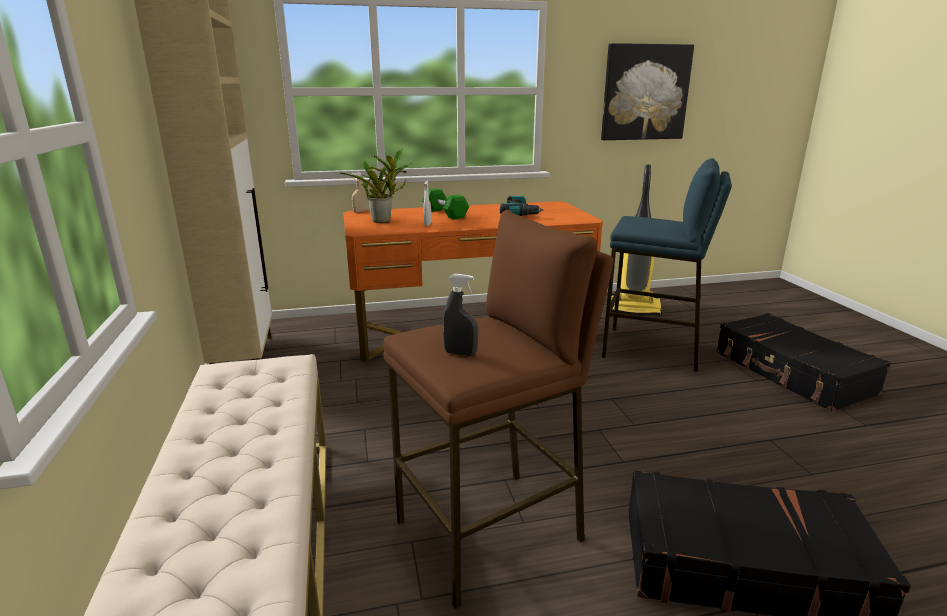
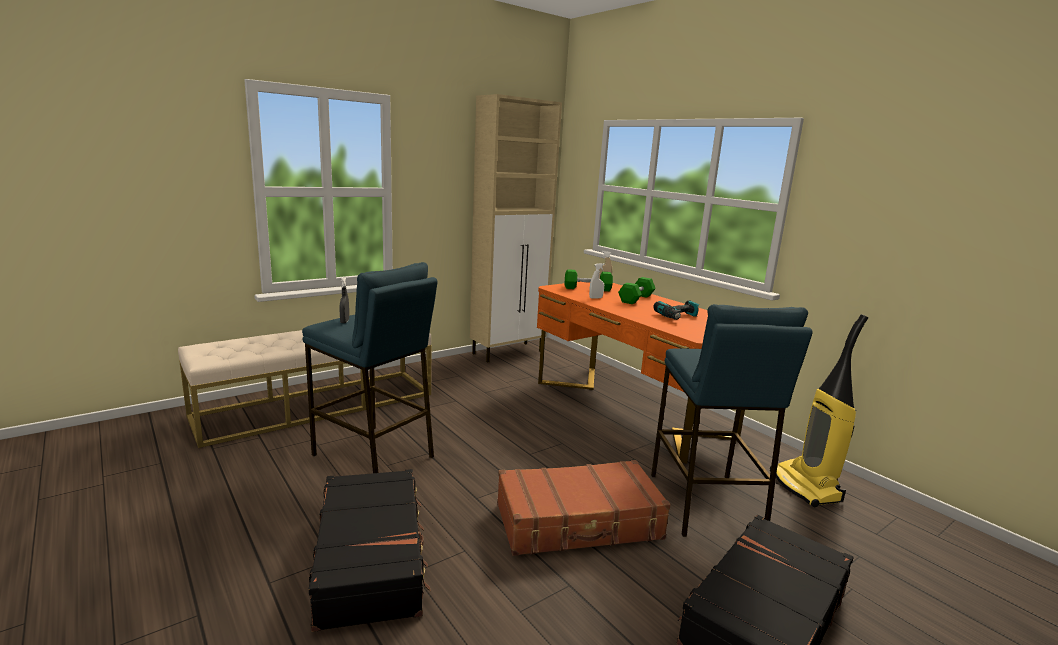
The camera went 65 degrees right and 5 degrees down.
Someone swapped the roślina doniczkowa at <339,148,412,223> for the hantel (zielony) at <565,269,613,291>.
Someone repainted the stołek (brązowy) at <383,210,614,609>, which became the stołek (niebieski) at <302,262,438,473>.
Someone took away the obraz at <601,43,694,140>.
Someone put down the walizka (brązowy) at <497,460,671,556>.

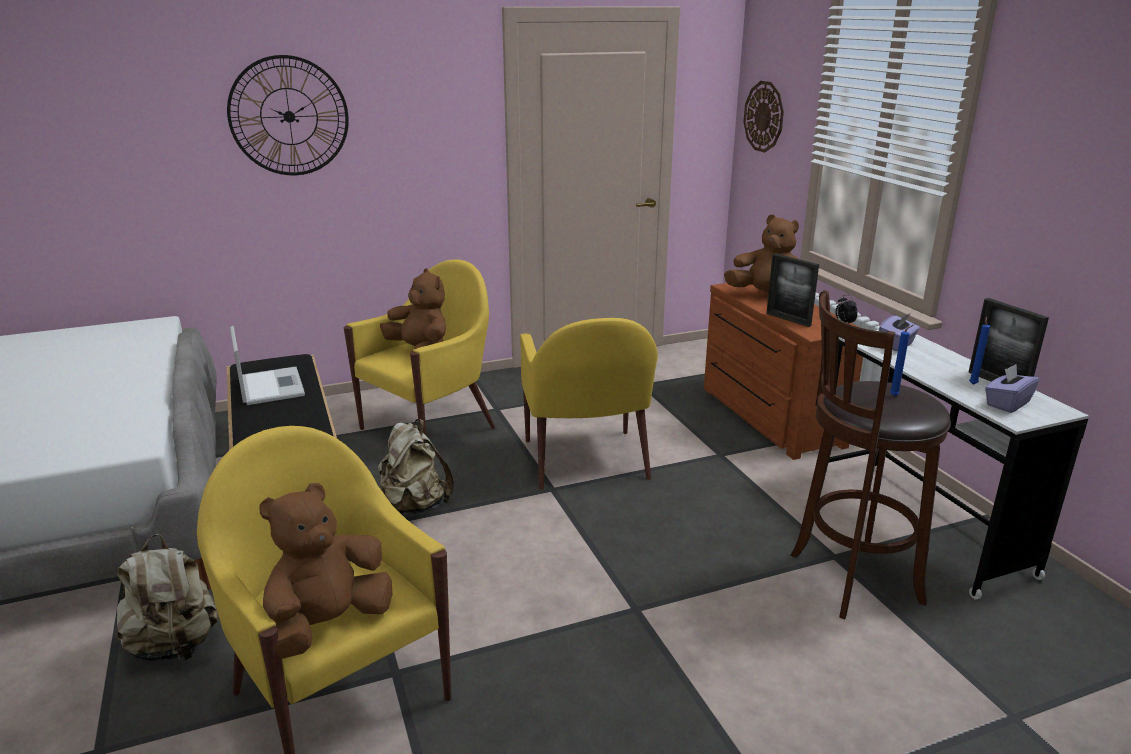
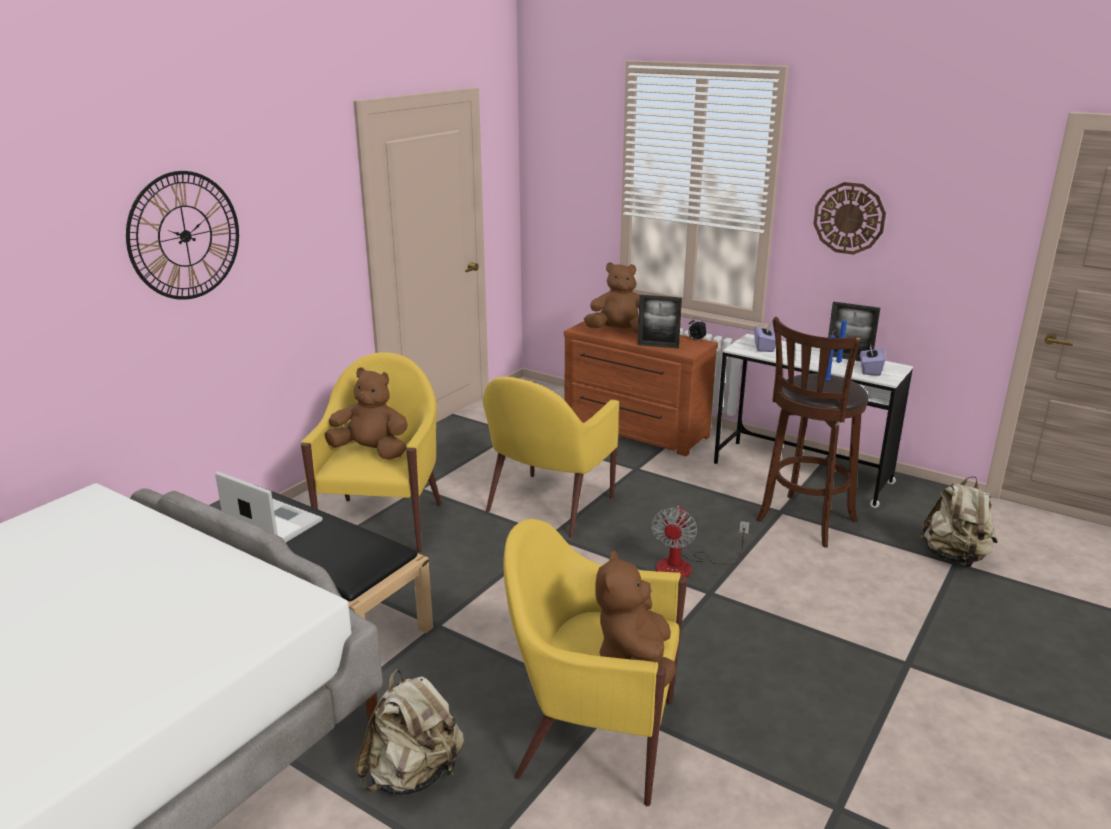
The camera went 35 degrees left and 0 degrees up.
Someone carried the plecak (beżowy) from <378,419,454,515> to <918,476,997,567>.
Someone rotated the fotel (żółty) at <520,318,658,490> by 75 degrees clockwise.
Someone carried the zegar ścienny from <743,81,784,153> to <813,182,886,255>.
Someone put down the wentylator at <651,506,750,577>.

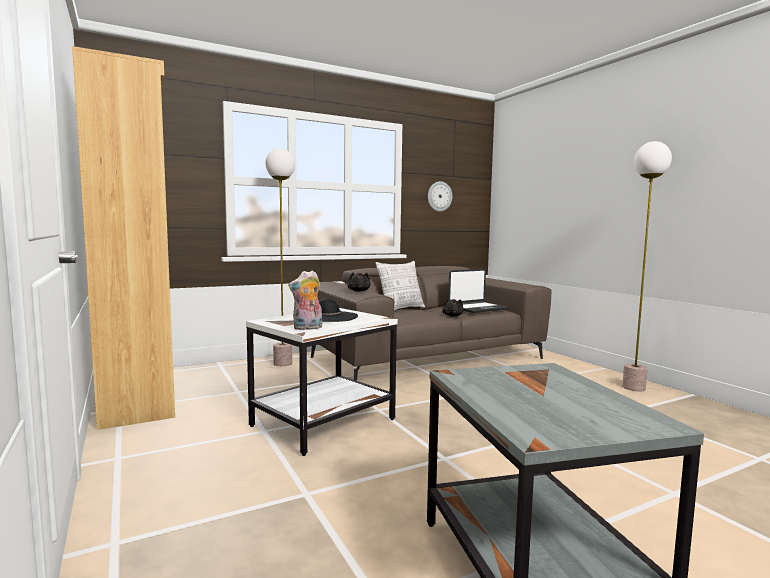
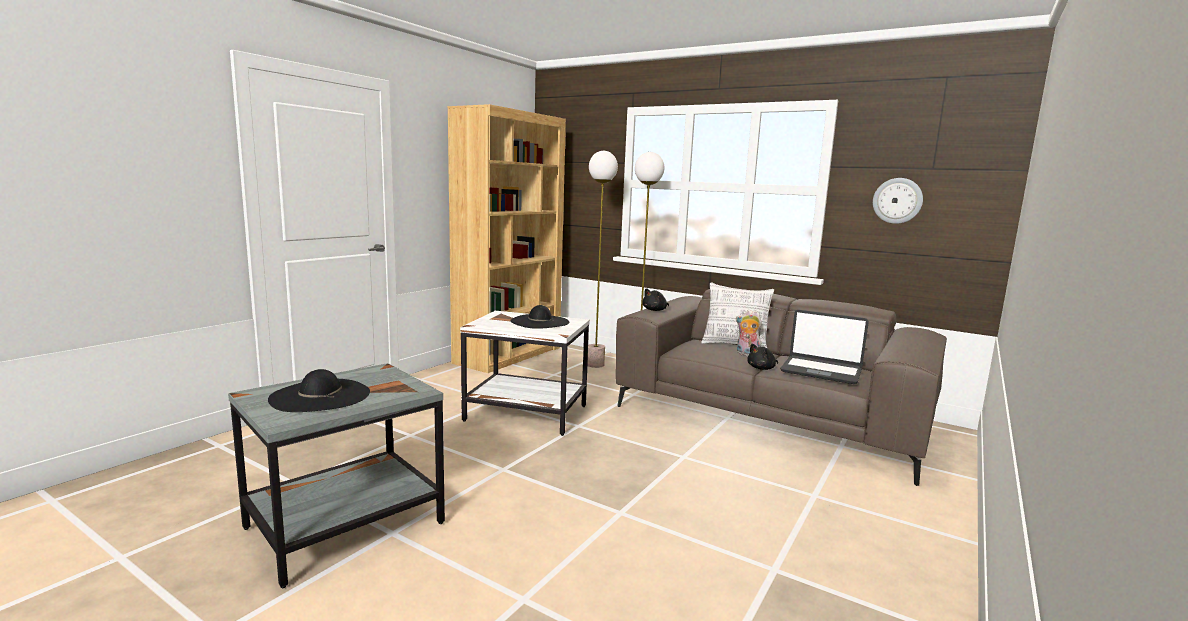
The camera went 60 degrees right and 5 degrees up.
Someone carried the pluszak from <288,270,322,330> to <736,310,762,356>.
Someone carried the lampa stojąca from <622,141,672,391> to <587,151,618,368>.
Someone put down the kapelusz (czarny) at <268,369,370,412>.

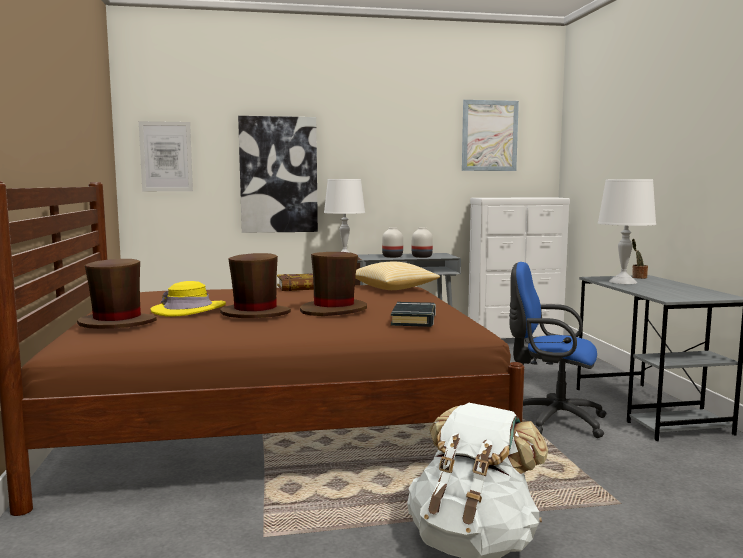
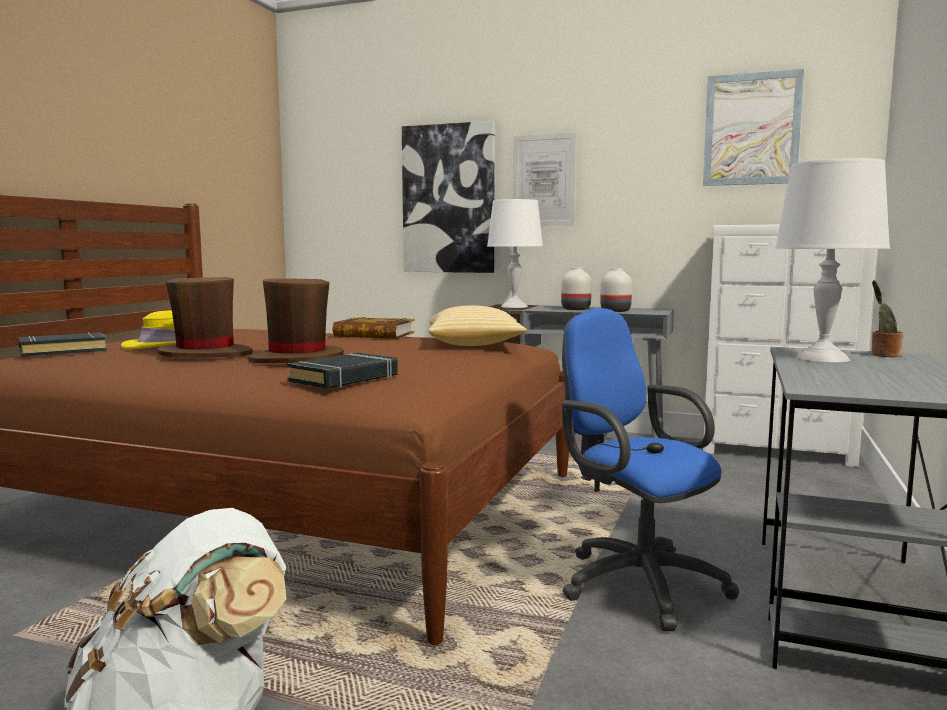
The camera went 30 degrees right and 0 degrees up.
Someone swapped the kapelusz (brązowy) at <77,259,157,329> for the książka (czarny) at <18,333,108,357>.
Someone carried the obraz from <139,121,193,191> to <513,133,576,225>.

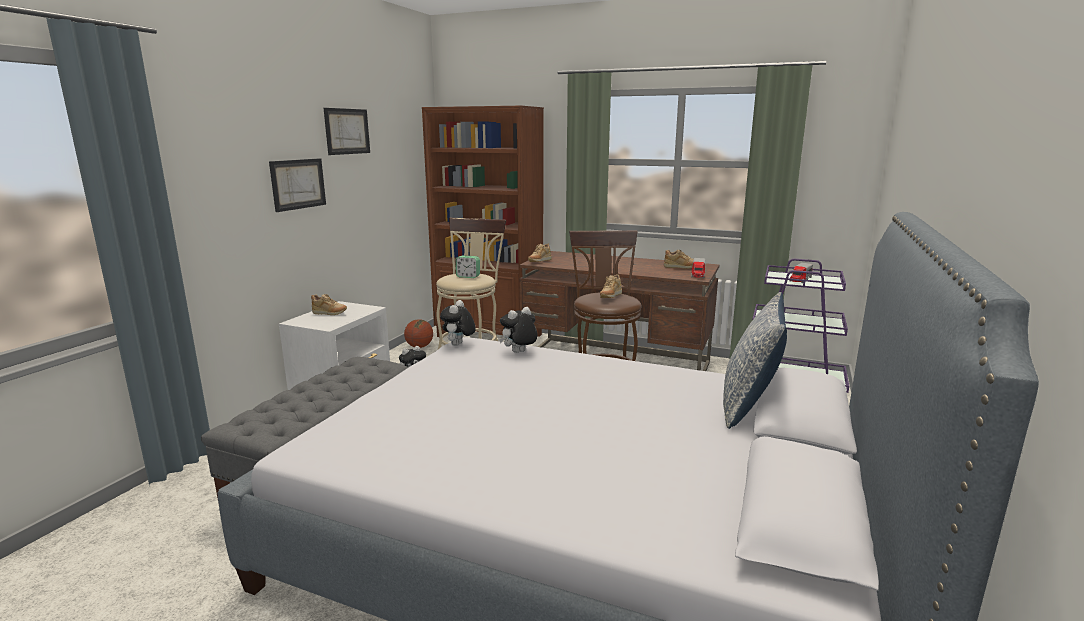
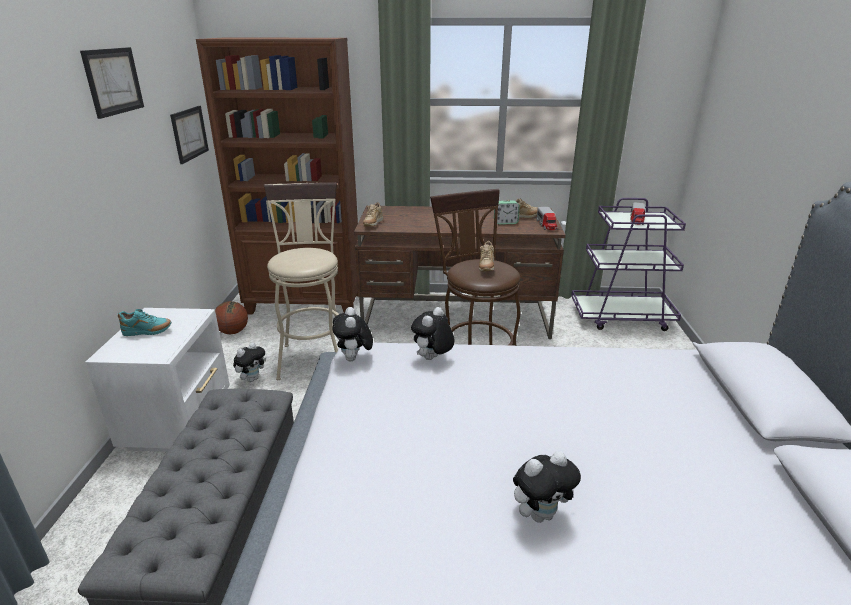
The camera went 20 degrees left and 10 degrees up.
Someone carried the obraz from <269,158,326,212> to <170,106,209,164>.
Someone repainted the but (beżowy) at <311,294,347,315>, which became the but (turkusowy) at <118,309,171,336>.
Someone carried the budzik from <455,255,480,278> to <494,201,520,225>.
Someone took away the poduszka at <723,292,787,429>.
Someone put down the pluszak at <513,451,581,523>.

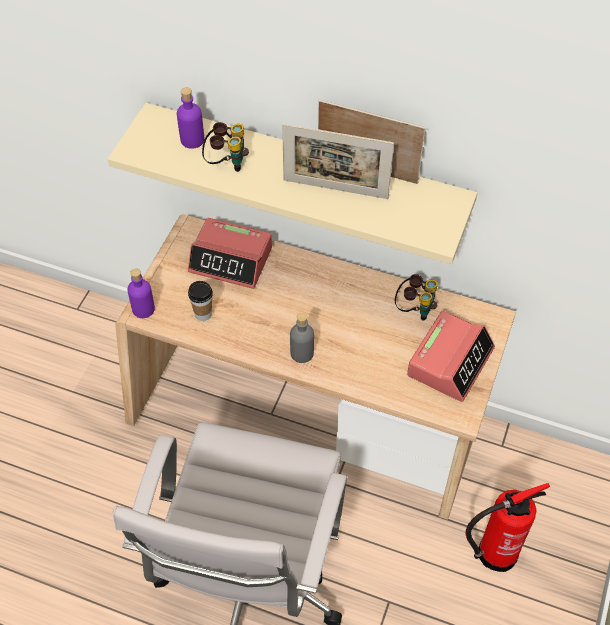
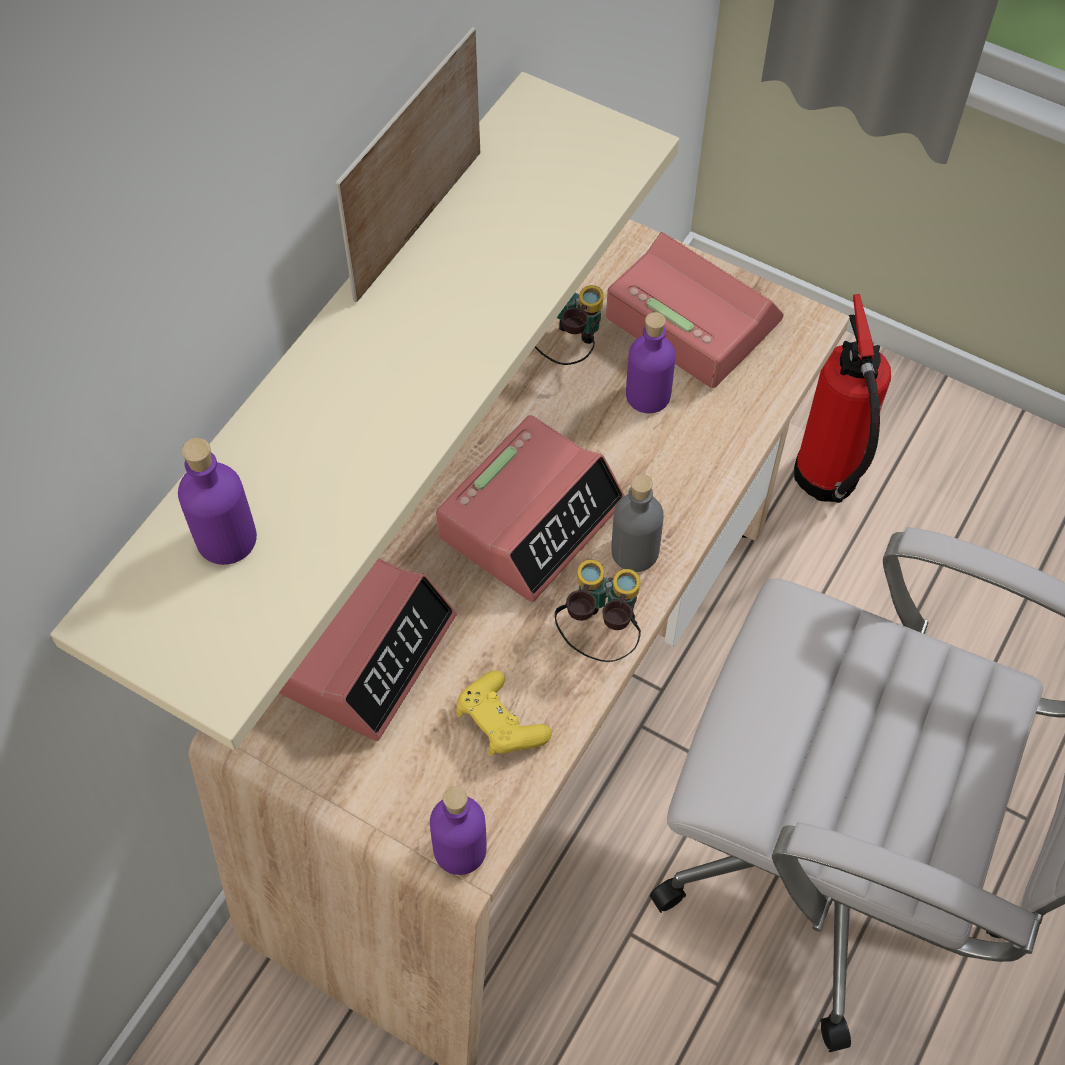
The camera went 80 degrees left and 5 degrees up.
Someone swapped the filiżanka at <188,281,213,321> for the pad do gier (żółty) at <456,670,552,756>.
Someone carried the lornetka from <202,122,249,172> to <555,560,641,662>.
Someone took away the ramka na zdjęcie at <282,123,394,199>.
Someone put down the budzik at <436,415,625,602>.
Someone put down the butelka (fioletowy) at <626,312,676,413>.

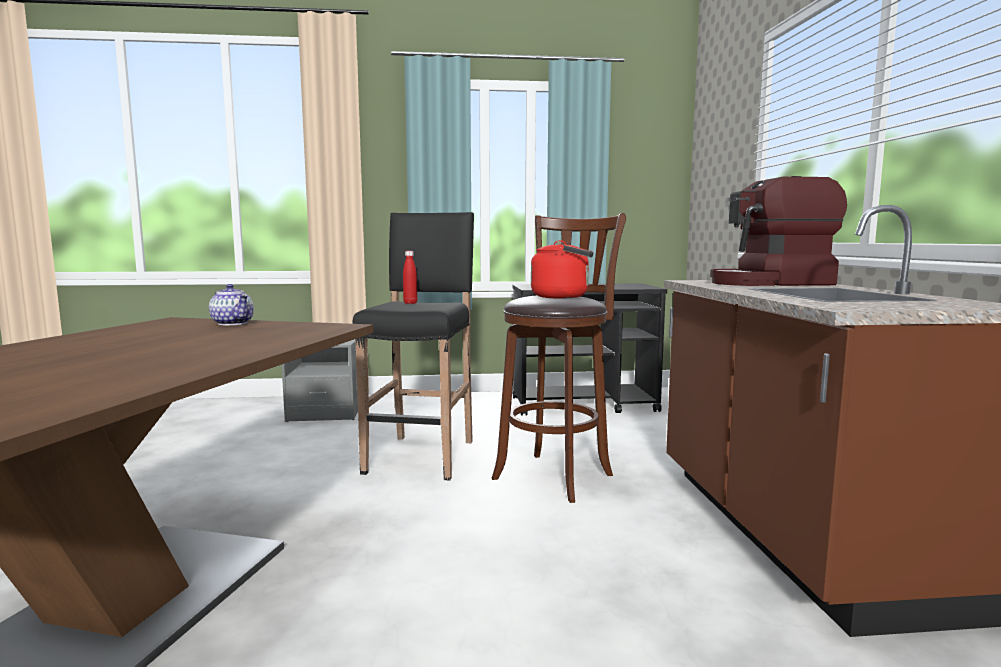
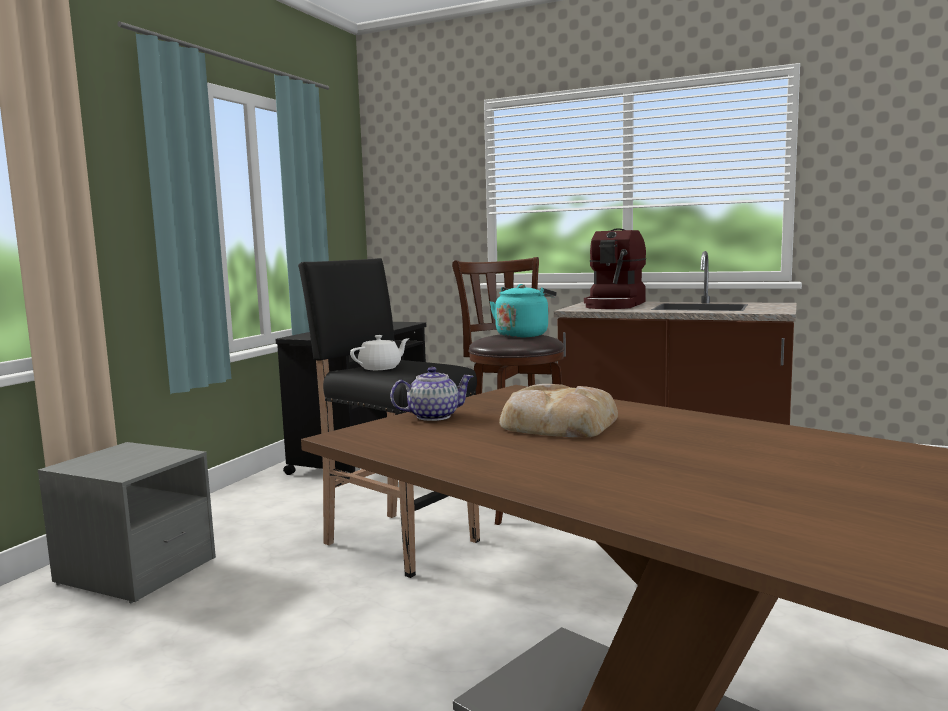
The camera went 60 degrees left and 0 degrees up.
Someone swapped the butelka (czerwony) at <403,251,417,304> for the imbryk (biały) at <350,335,410,370>.
Someone repainted the czajnik (czerwony) at <531,240,594,299>, which became the czajnik (turkusowy) at <490,284,557,338>.
Someone put down the chleb at <499,384,618,438>.

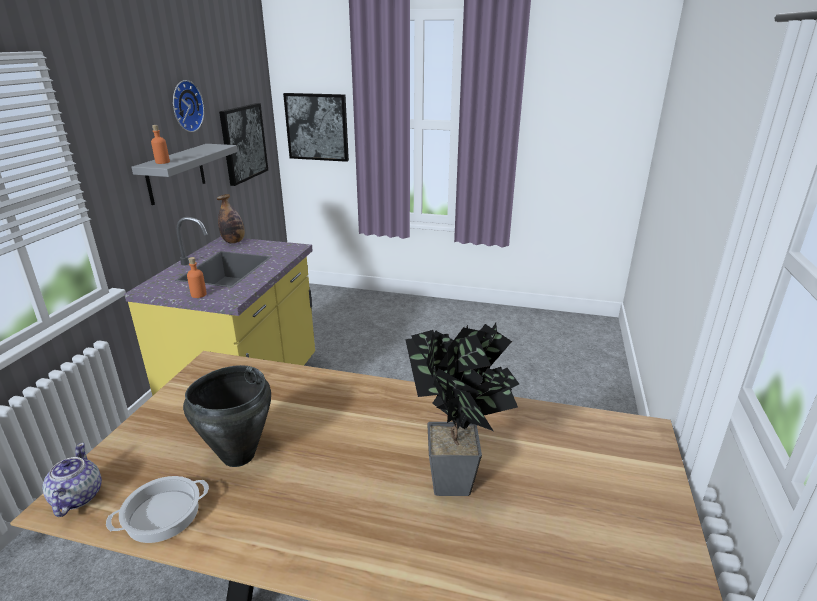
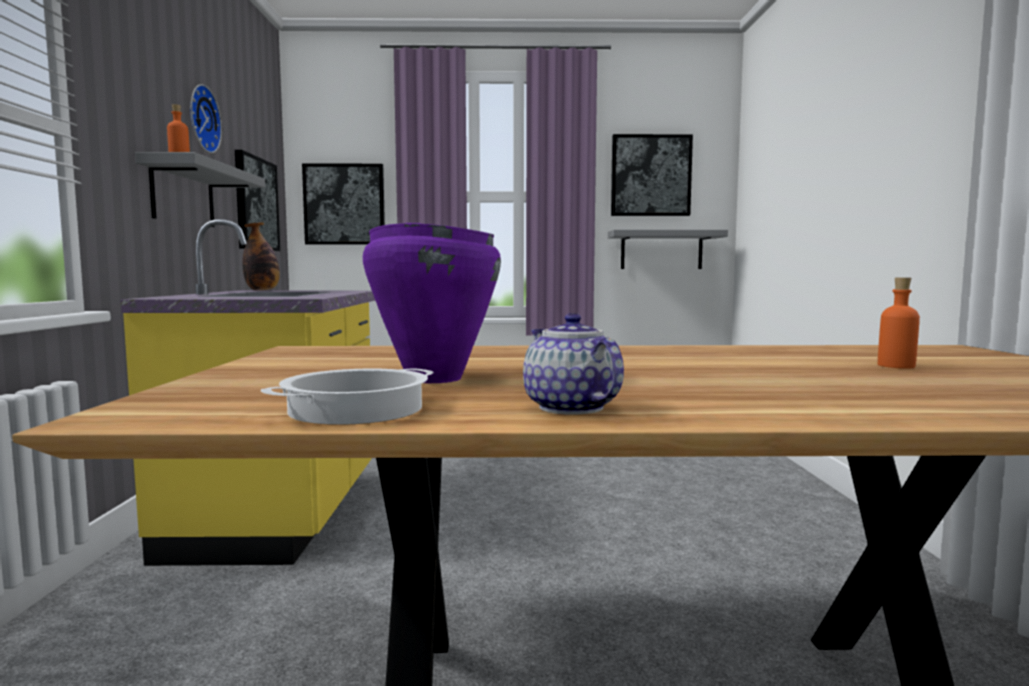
The camera went 15 degrees left and 20 degrees down.
Someone carried the imbryk from <42,443,102,517> to <523,313,624,415>.
Someone repainted the garnek (czarny) at <183,365,271,467>, which became the garnek (fioletowy) at <363,222,501,383>.
Someone carried the butelka (pomarańczowy) from <187,257,207,298> to <878,277,920,369>.
Someone took away the roślina doniczkowa at <405,322,519,496>.
Someone put up the półka (szary) at <608,230,728,269>.
Someone put up the obraz at <611,134,693,216>.

